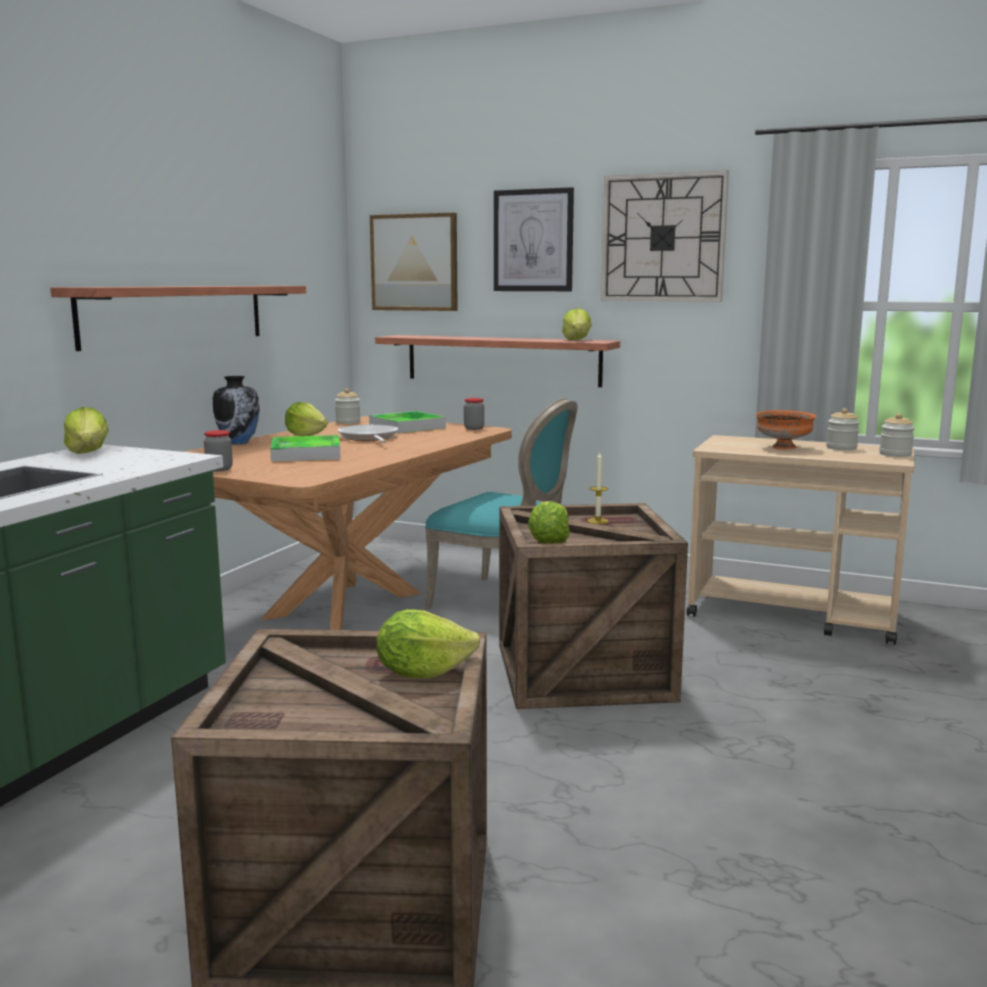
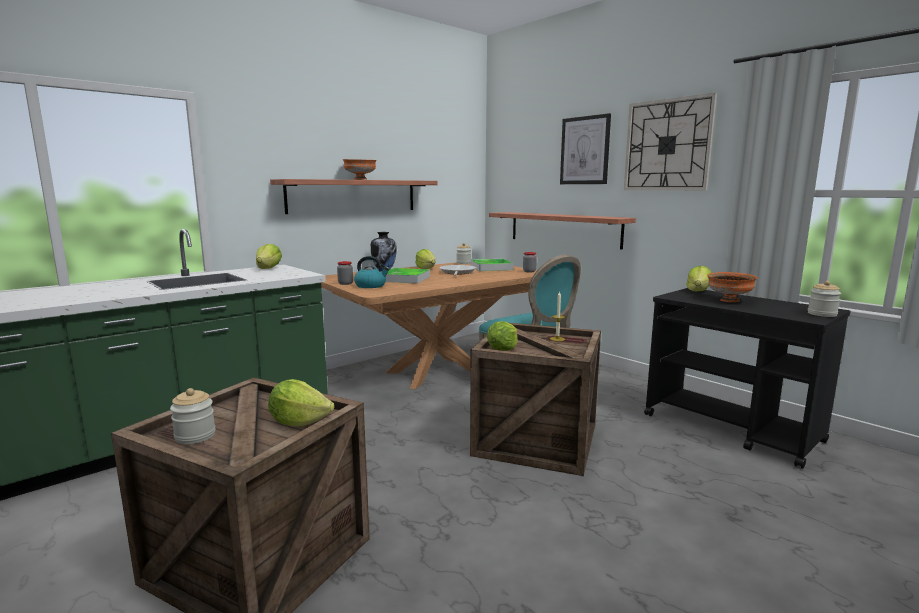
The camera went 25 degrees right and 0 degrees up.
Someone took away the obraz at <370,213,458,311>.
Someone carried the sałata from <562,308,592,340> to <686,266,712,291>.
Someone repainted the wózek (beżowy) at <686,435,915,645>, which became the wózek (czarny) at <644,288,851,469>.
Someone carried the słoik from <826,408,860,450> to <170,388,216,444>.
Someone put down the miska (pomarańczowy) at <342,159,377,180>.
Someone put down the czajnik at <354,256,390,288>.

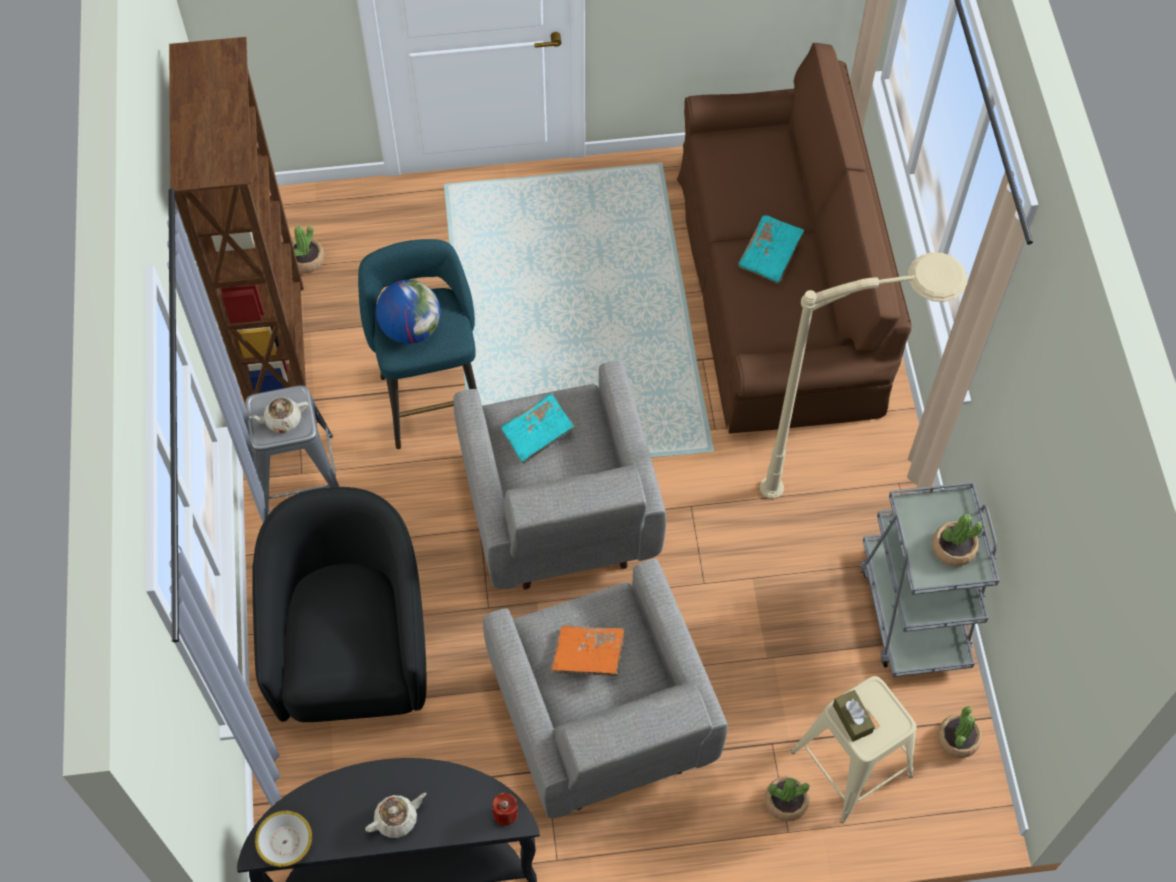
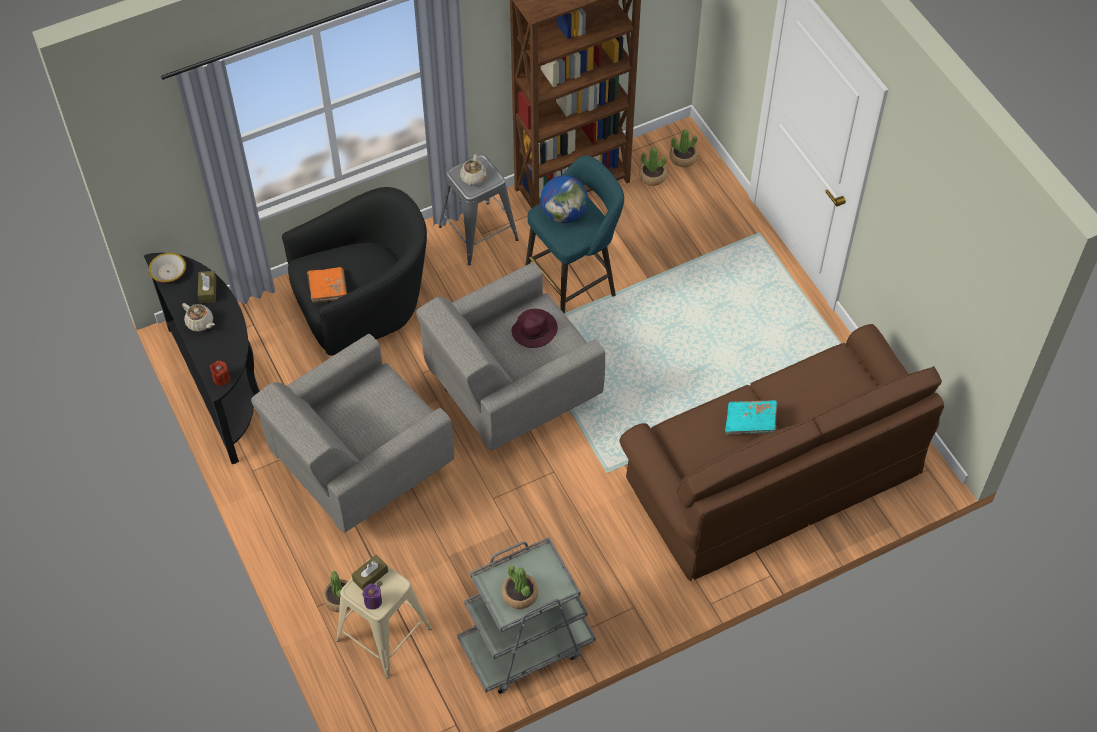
The camera went 70 degrees right and 5 degrees down.
Someone rotated the imbryk (beżowy) at <249,397,309,433> by 135 degrees counterclockwise.
Someone swapped the książka (turkusowy) at <501,394,575,464> for the kapelusz (fioletowy) at <511,309,558,348>.
Someone carried the książka (pomarańczowy) from <552,625,625,676> to <307,267,347,303>.
Someone took away the lampa stojąca (beżowy) at <760,252,968,499>.
Someone carried the roślina doniczkowa from <937,706,982,758> to <670,129,698,167>.
Someone put down the pudełko chusteczek (brązowy) at <198,271,216,303>.
Someone put down the świeca (fioletowy) at <362,584,382,610>.

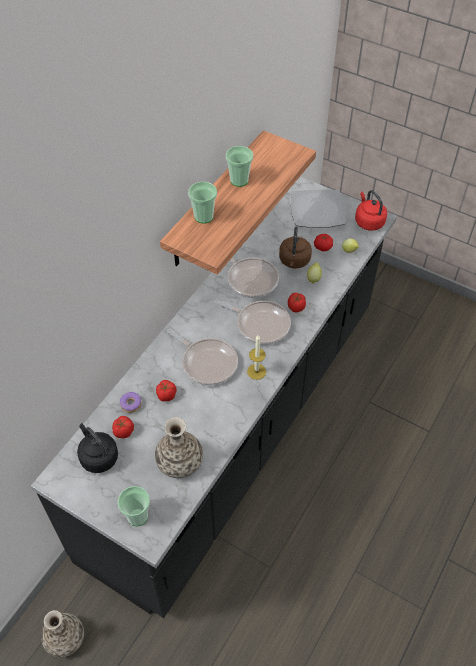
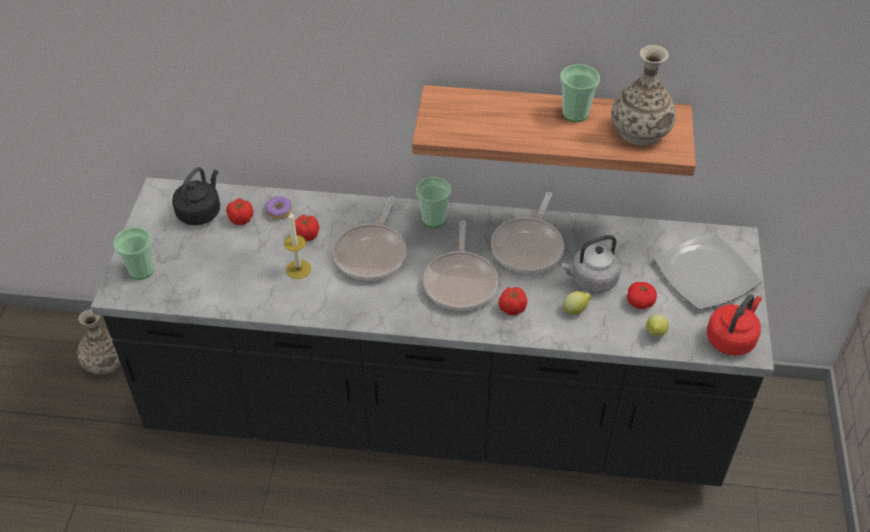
The camera went 65 degrees right and 5 degrees down.
Someone carried the wazon from <155,417,203,478> to <611,45,676,146>.
Someone carried the filiżanka from <188,182,217,224> to <416,177,451,228>.
Someone carried the świeca from <247,336,266,380> to <284,211,311,279>.
Someone repainted the czajnik (brązowy) at <279,227,312,268>, which became the czajnik (szary) at <560,235,621,293>.

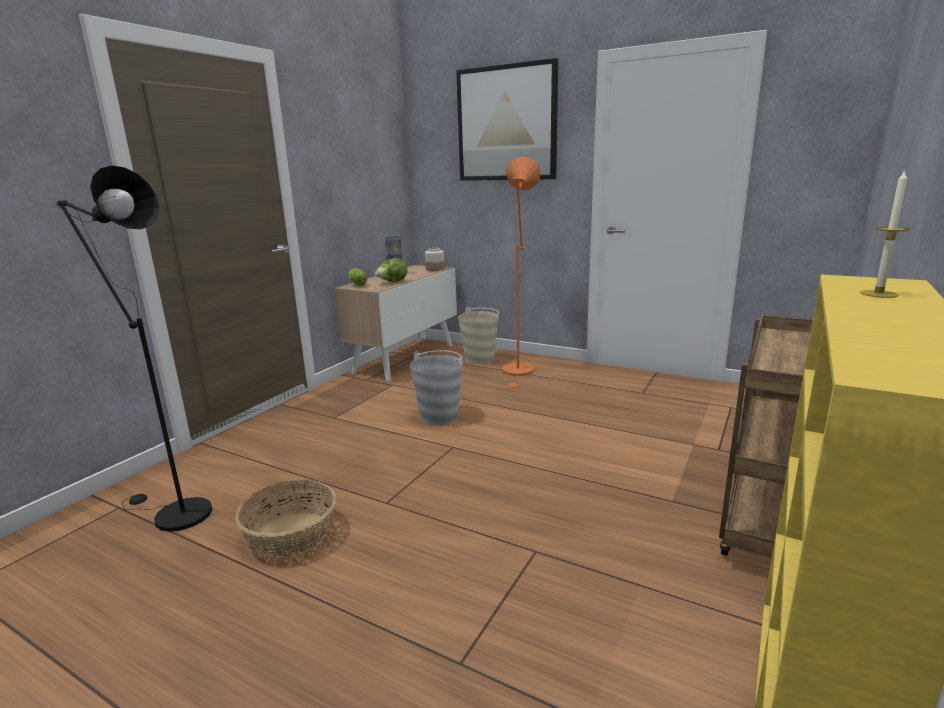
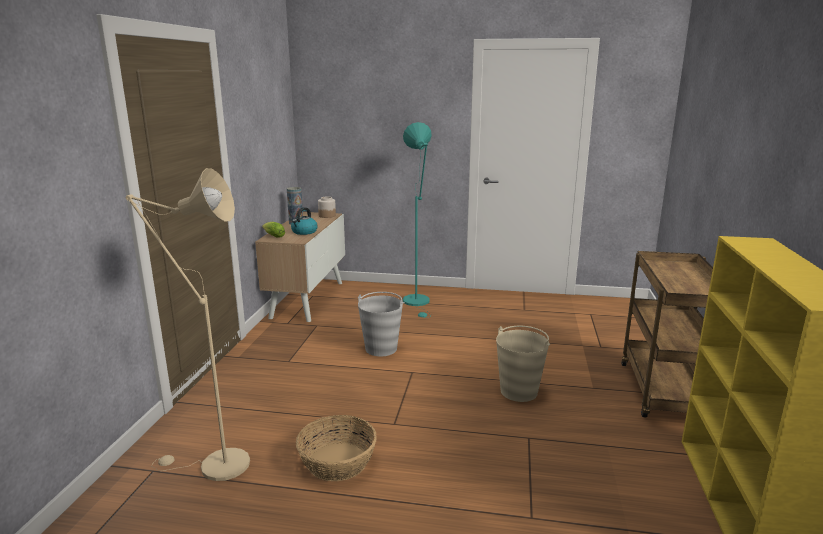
The camera went 20 degrees left and 0 degrees up.
Someone repainted the lampa stojąca (czarny) at <56,165,212,532>, which became the lampa stojąca (beżowy) at <125,168,250,481>.
Someone swapped the sałata at <375,258,408,282> for the czajnik at <291,207,318,235>.
Someone took away the obraz at <456,58,558,181>.
Someone carried the wiadro (beżowy) from <458,306,499,364> to <496,326,550,402>.
Someone repainted the lampa stojąca (pomarańczowy) at <502,157,541,390>, which became the lampa stojąca (turkusowy) at <403,122,432,318>.
Someone took away the świeca at <860,169,910,298>.

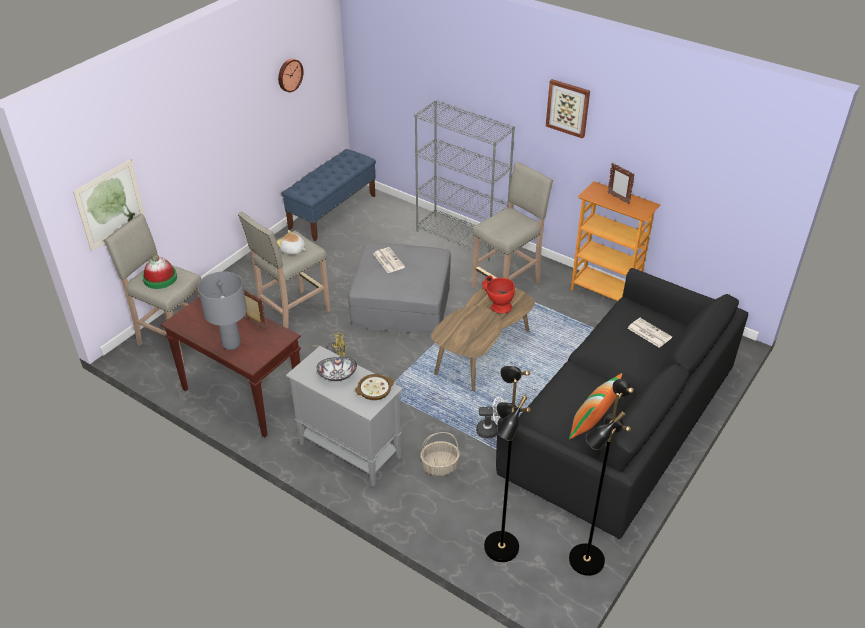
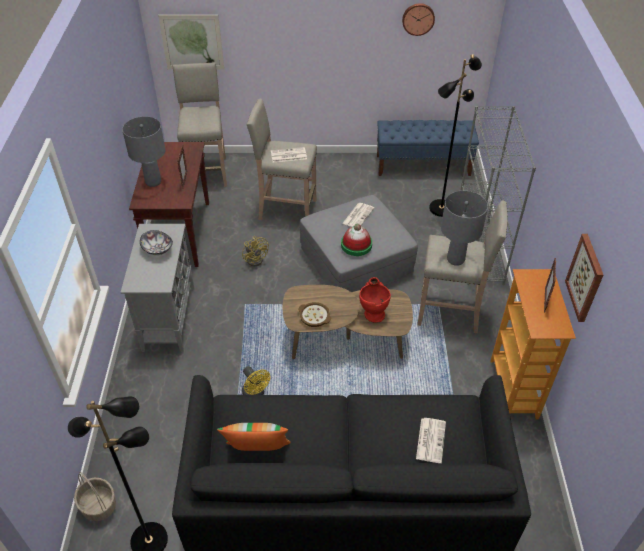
The camera went 55 degrees right and 5 degrees up.
Someone carried the kapelusz from <142,254,177,289> to <341,224,372,256>.
Someone swapped the pluszak at <277,230,306,255> for the gazeta at <271,147,307,162>.
Someone carried the miska from <355,374,394,400> to <298,302,331,327>.
Someone carried the koszyk from <420,432,460,476> to <74,472,116,521>.
Someone repainted the wentylator (biały) at <476,396,505,439>, which became the wentylator (żółty) at <242,366,270,395>.
Someone carried the lampa stojąca (czarny) from <484,366,531,562> to <429,54,482,217>.
Someone carried the obraz from <546,79,590,139> to <565,234,603,322>.
Someone put down the lampa stołowa (szary) at <441,191,488,266>.

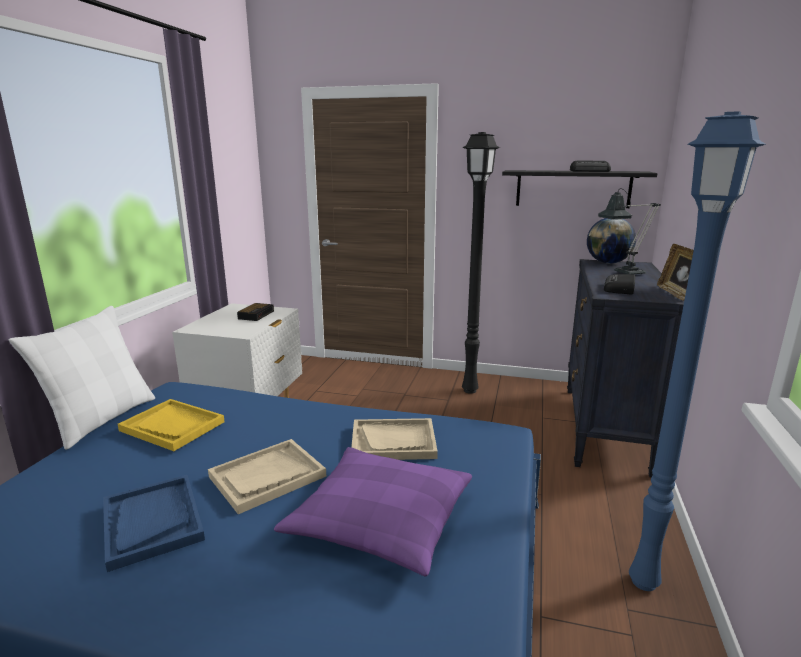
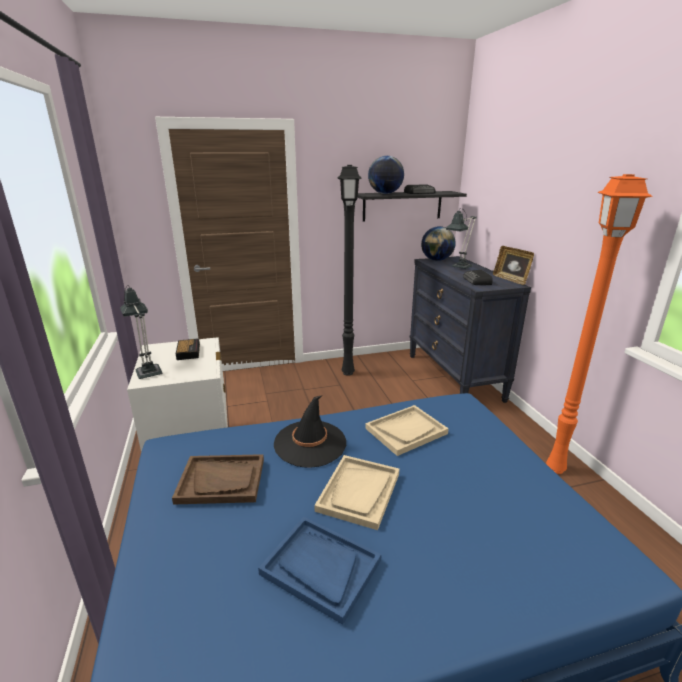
The camera went 30 degrees left and 5 degrees up.
Someone took away the poduszka (biały) at <9,306,155,450>.
Someone repainted the taca (żółty) at <118,399,225,451>, which became the taca (brązowy) at <172,454,264,504>.
Someone took away the poduszka (fioletowy) at <274,447,472,577>.
Someone repainted the lampa stojąca (niebieski) at <629,111,766,591>, which became the lampa stojąca (pomarańczowy) at <546,174,653,474>.
Someone put down the lampa stołowa at <120,285,163,379>.
Someone put down the kapelusz (czarny) at <274,395,346,468>.
Someone put down the globus at <368,156,404,194>.

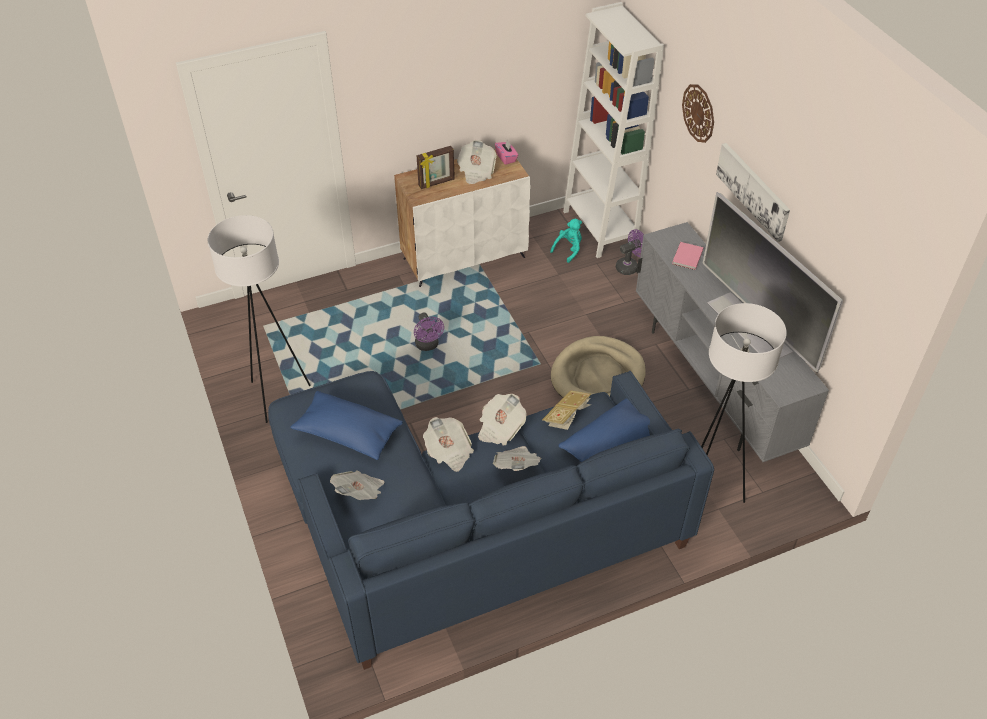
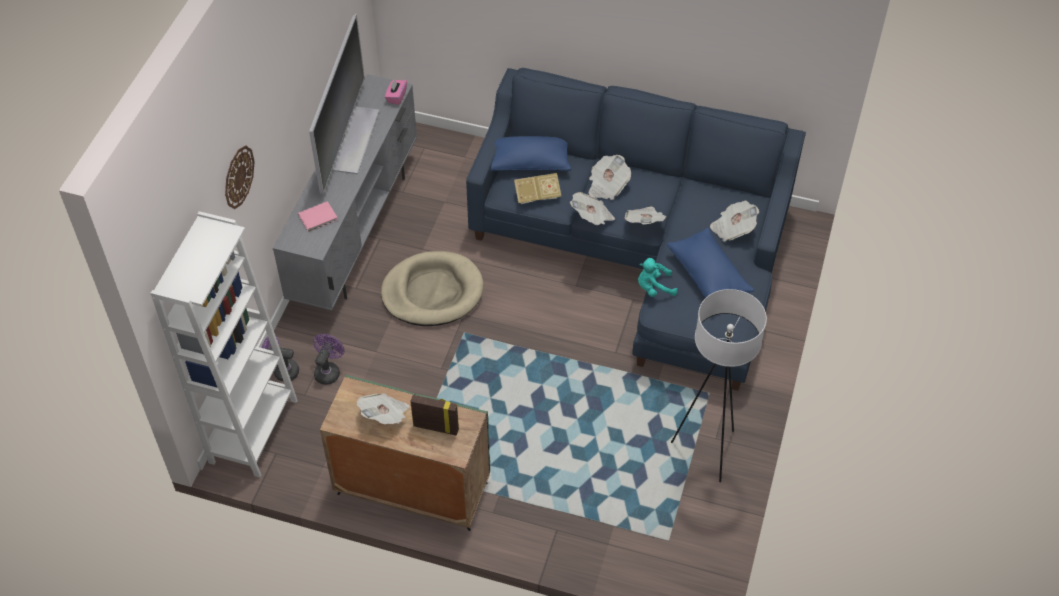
The camera went 140 degrees left and 5 degrees up.
Someone repainted the szafka (biały) at <394,149,530,287>, which became the szafka (zielony) at <320,375,490,531>.
Someone carried the wentylator (fioletowy) from <414,313,444,351> to <313,334,345,385>.
Someone carried the pudełko chusteczek (różowy) from <495,140,518,165> to <385,79,407,105>.
Someone carried the pluszak (turkusowy) from <550,219,582,263> to <638,258,677,297>.
Someone took away the lampa stojąca (biały) at <701,303,787,503>.
Someone took away the obraz at <716,143,790,242>.

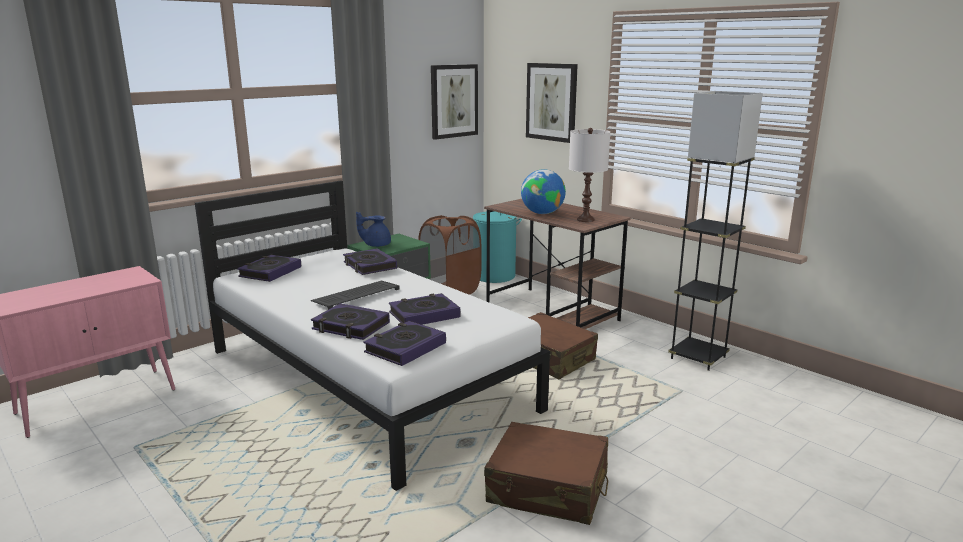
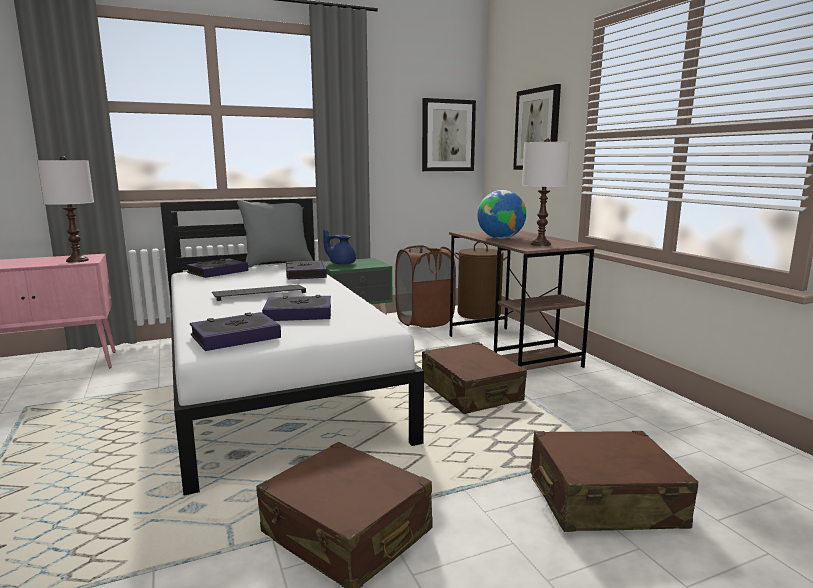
The camera went 20 degrees right and 5 degrees down.
Someone took away the książka at <311,303,390,340>.
Someone repainted the kosz na pranie (turkusowy) at <473,211,522,283>, which became the kosz na pranie (brązowy) at <454,242,507,320>.
Someone took away the lampa stojąca (szary) at <668,91,763,371>.
Someone put down the lampa stołowa (biały) at <37,156,94,263>.
Someone put down the poduszka (szary) at <237,200,313,268>.
Someone put down the walizka (brązowy) at <531,431,699,532>.

